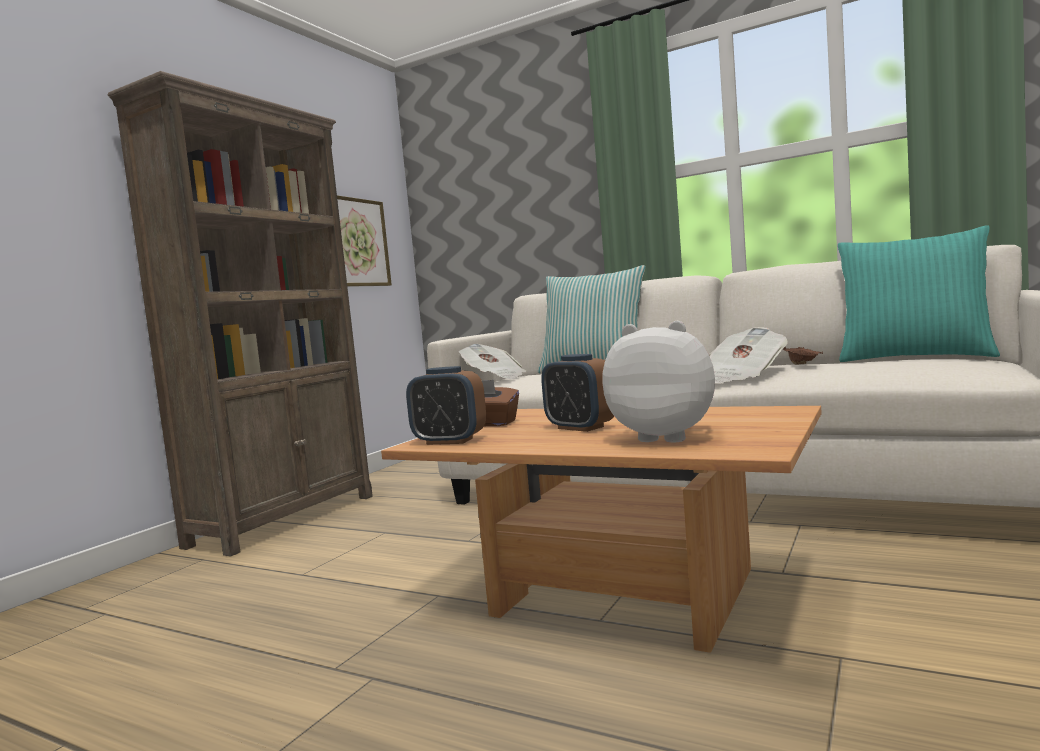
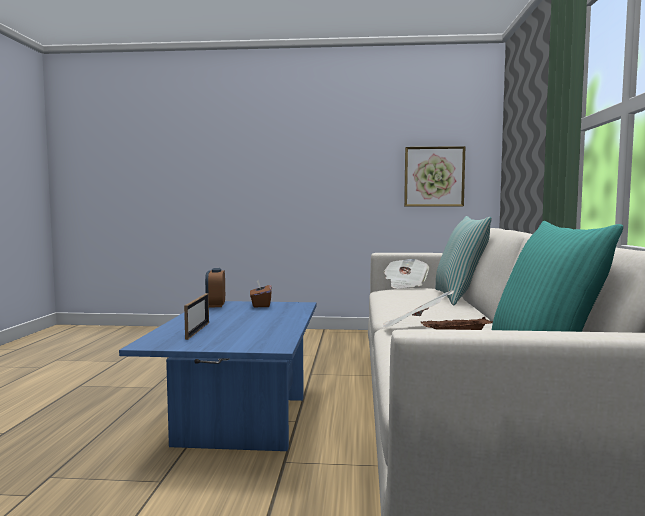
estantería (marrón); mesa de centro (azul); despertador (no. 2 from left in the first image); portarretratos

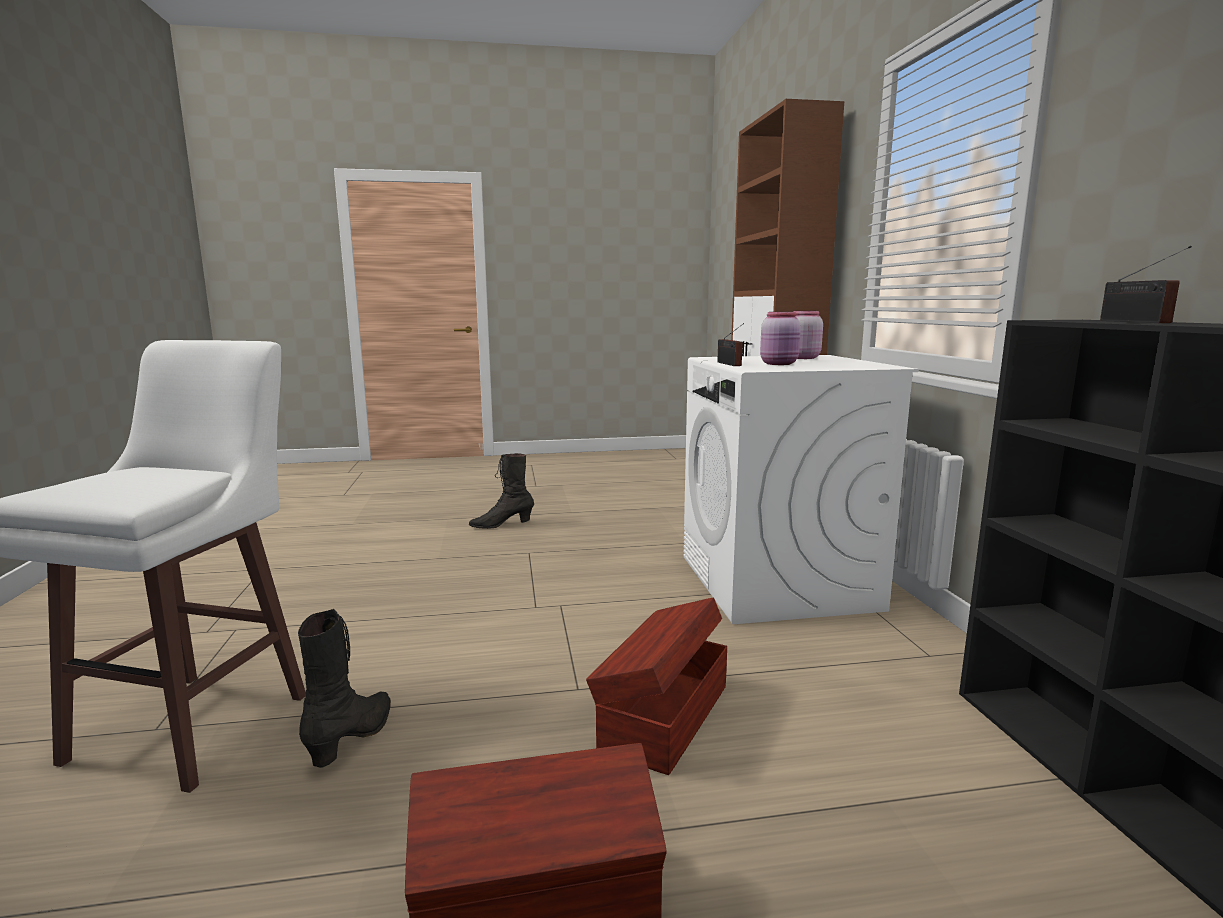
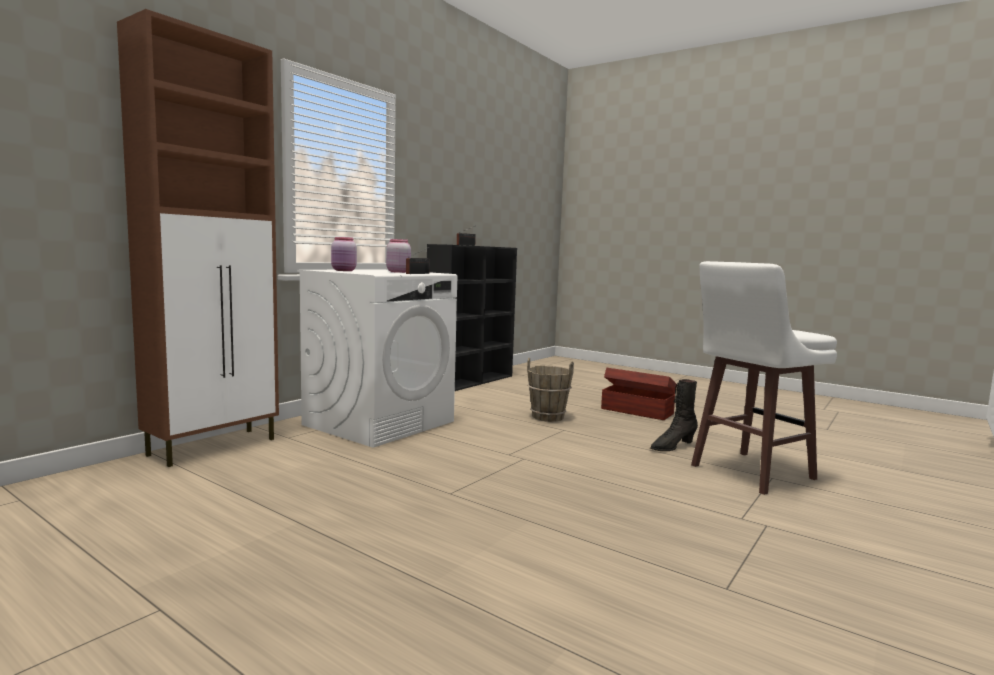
bota (negro) (no. 2 from left in the first image); cubo (marrón)

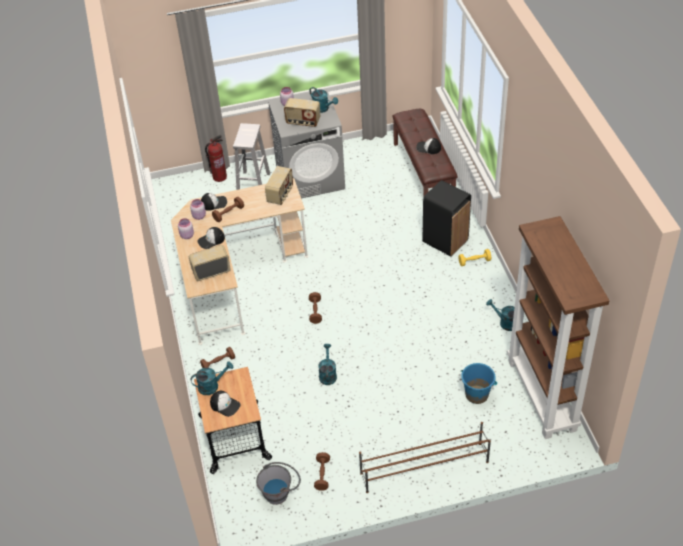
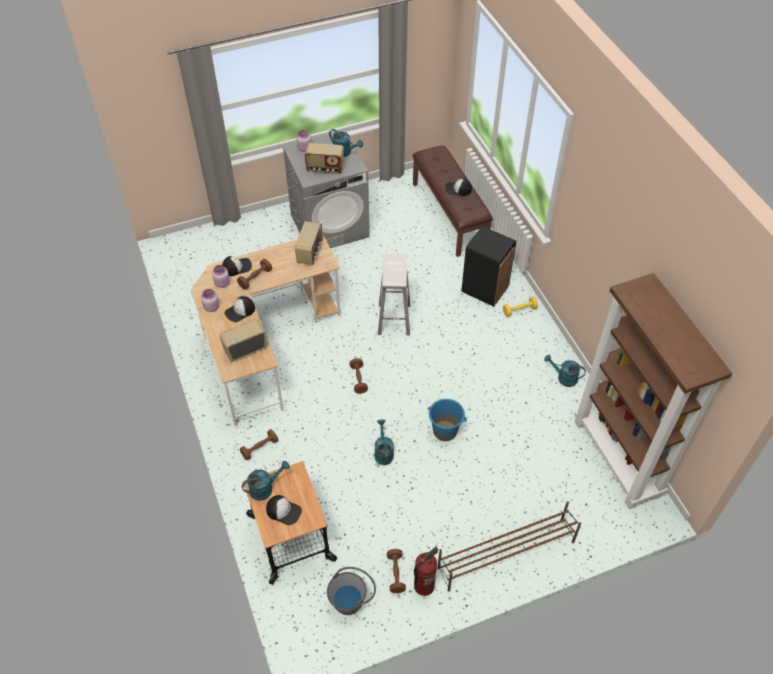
extintor; taburete (blanco); cubo (azul)

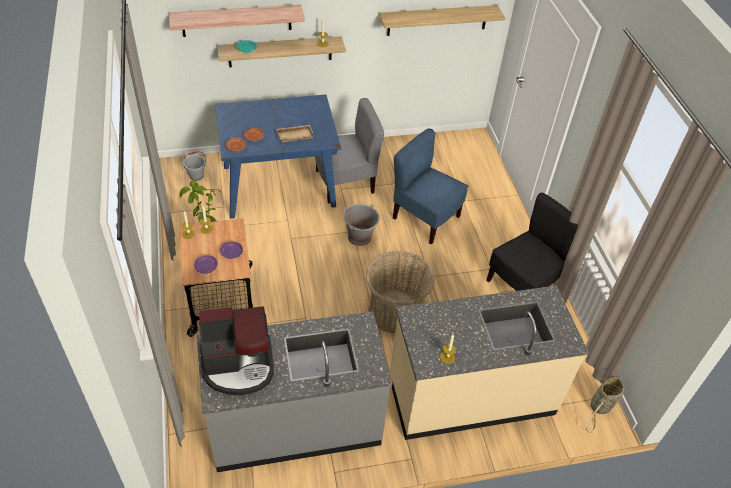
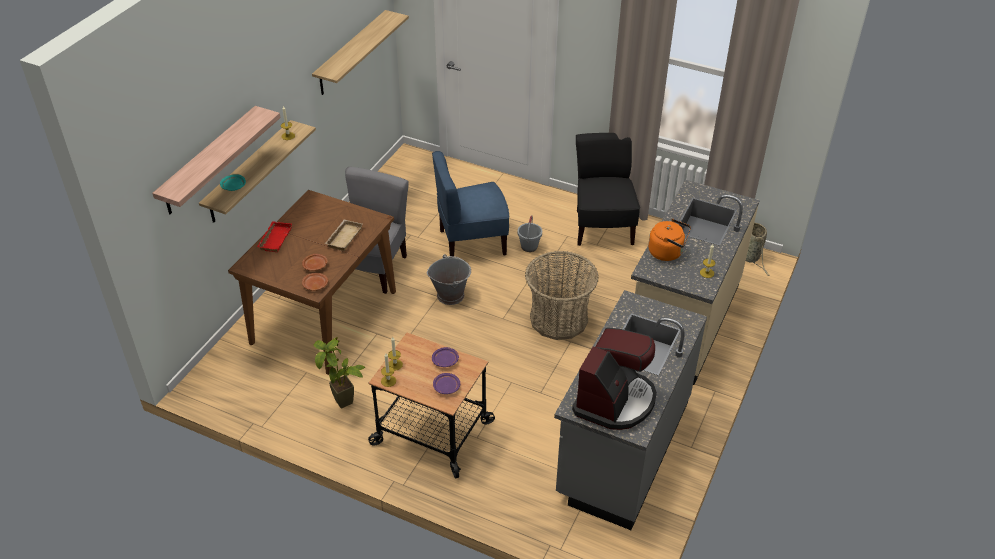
cubo (gris) (no. 2 from left); mesa de comedor (marrón); bandeja (rojo); hervidor (naranja)

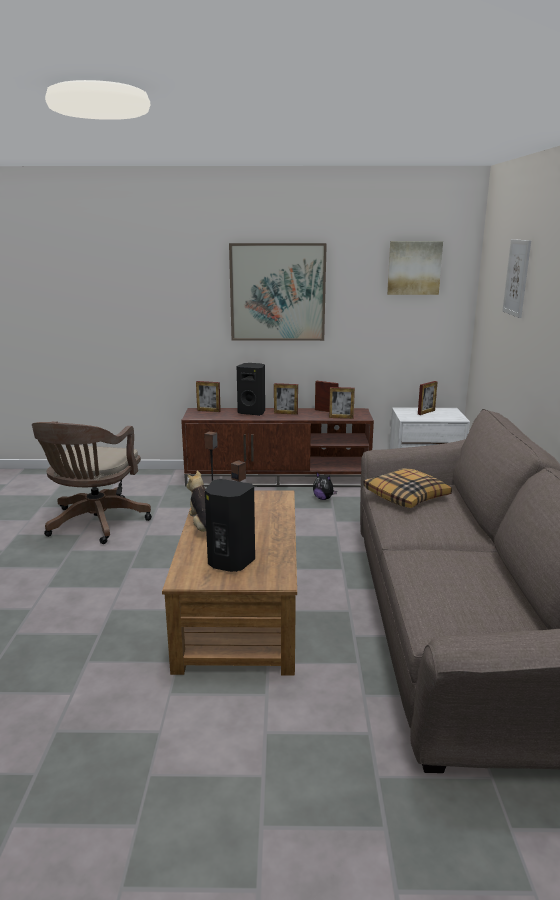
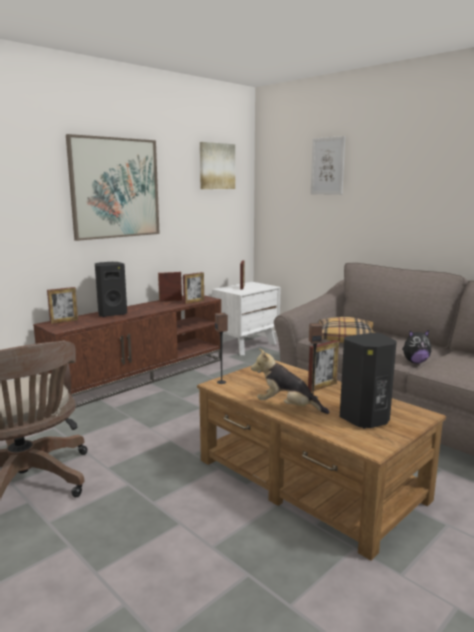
portarretratos (no. 5 from left); peluche (no. 2 from left)

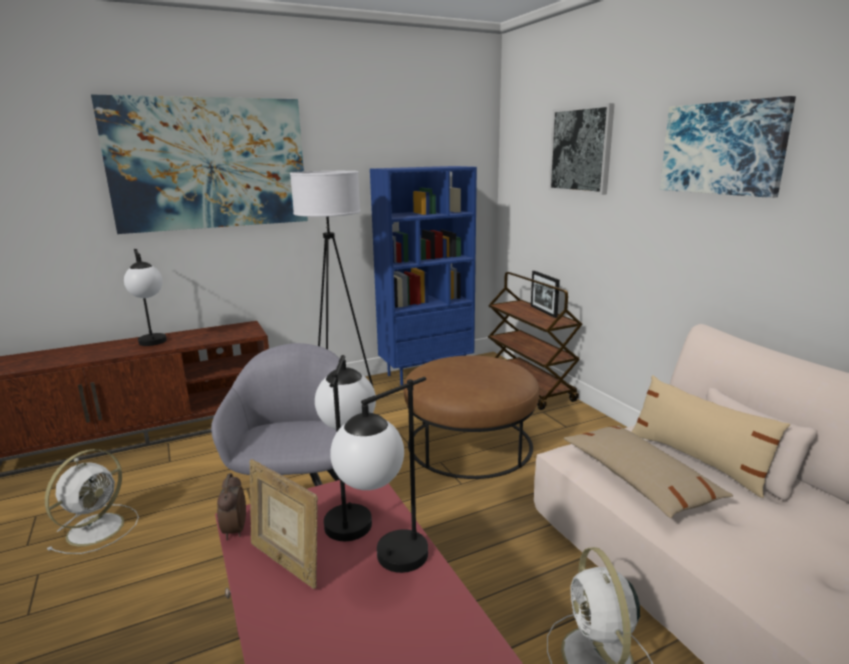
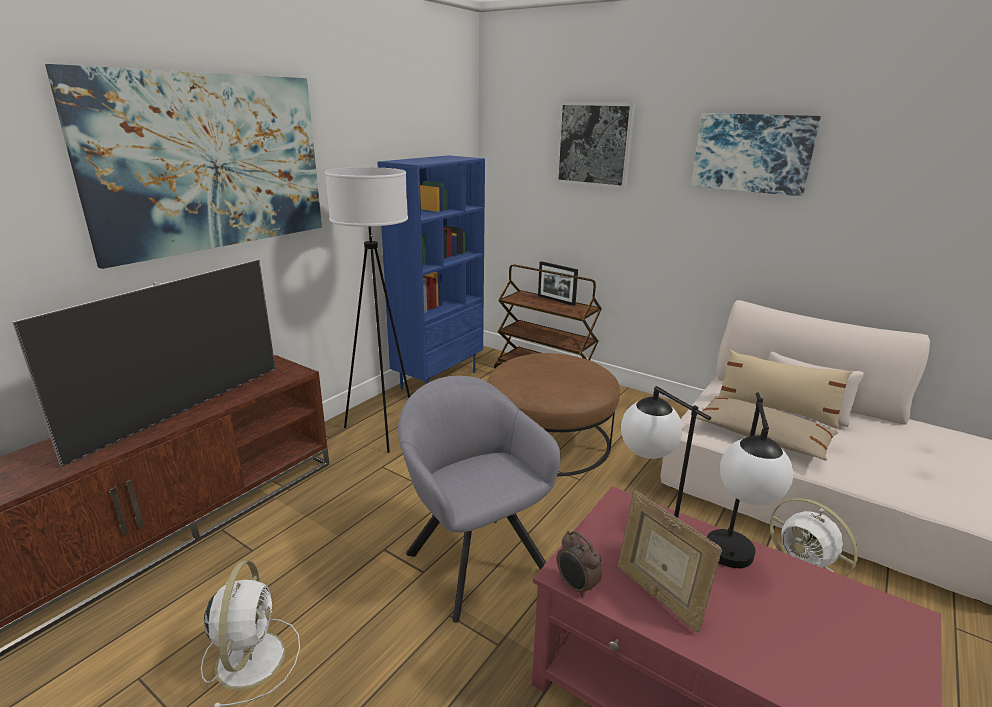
televisor; portarretratos (no. 2 from left)

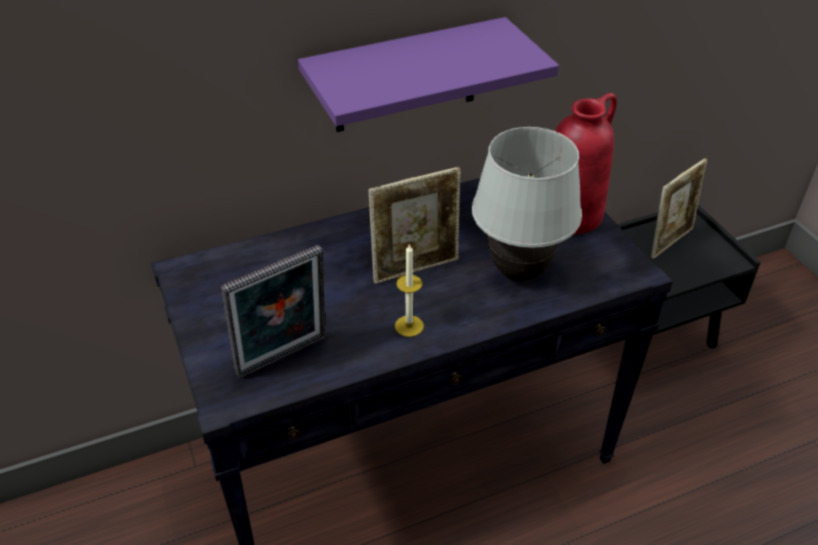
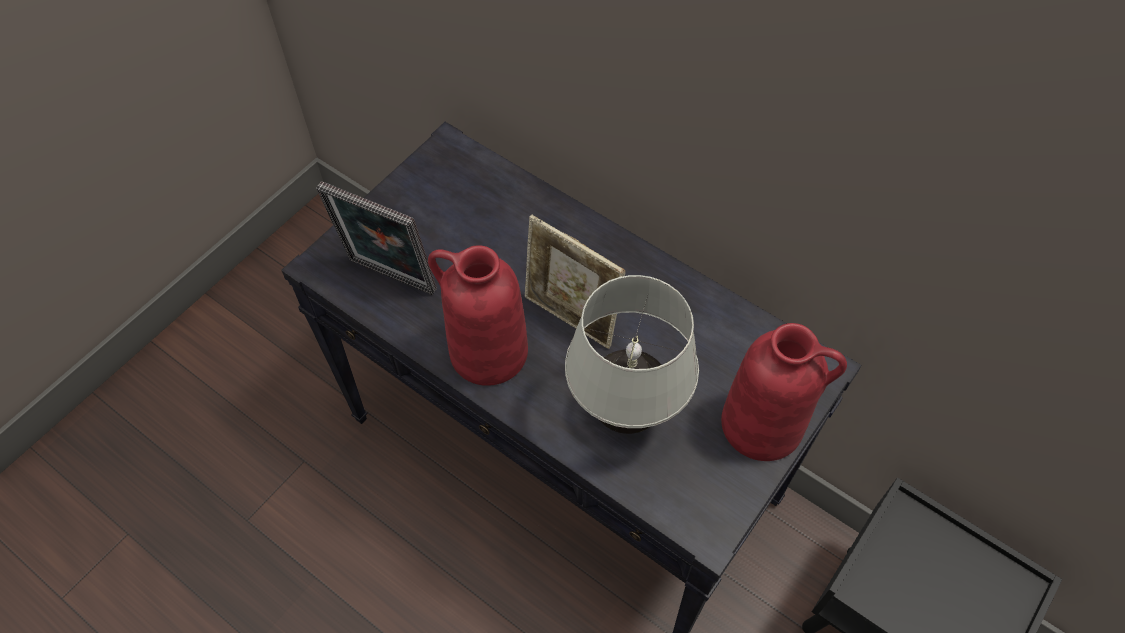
estante (morado); florero (rojo) (no. 1 from left); portarretratos (no. 3 from left in the first image)

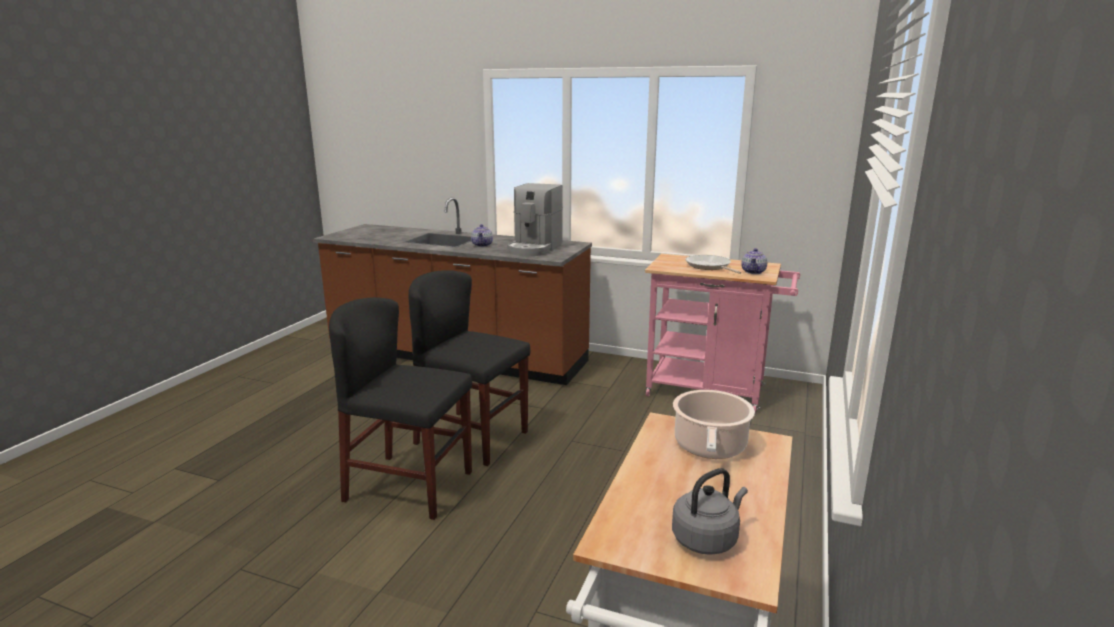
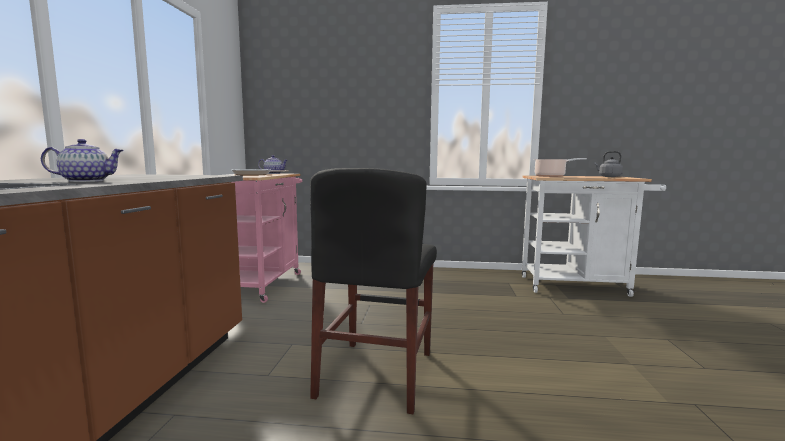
silla (negro) (no. 1 from left in the first image); cafetera

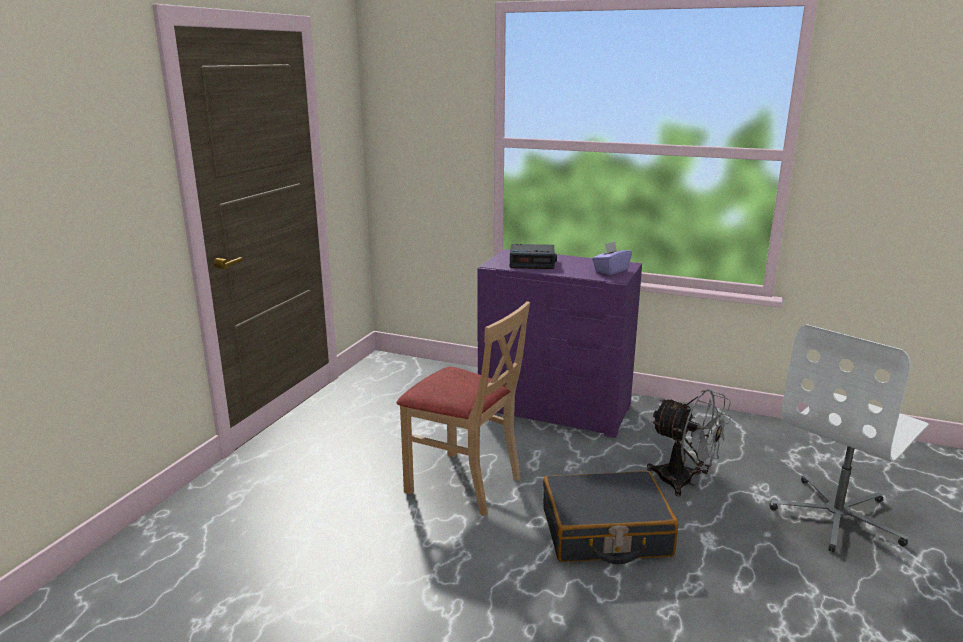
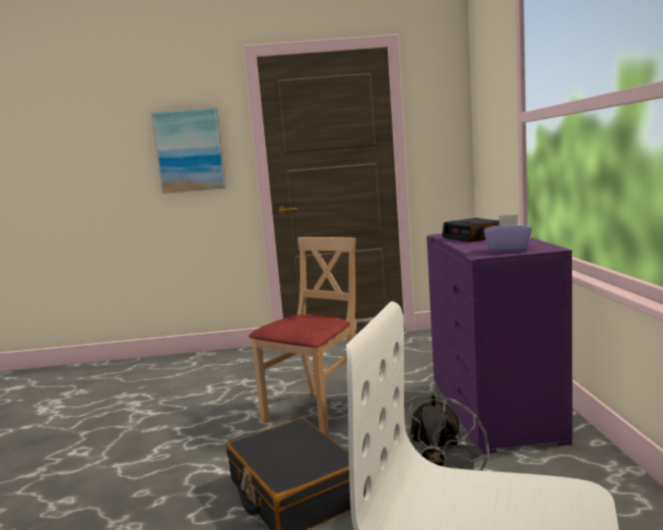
silla (beis); cuadro

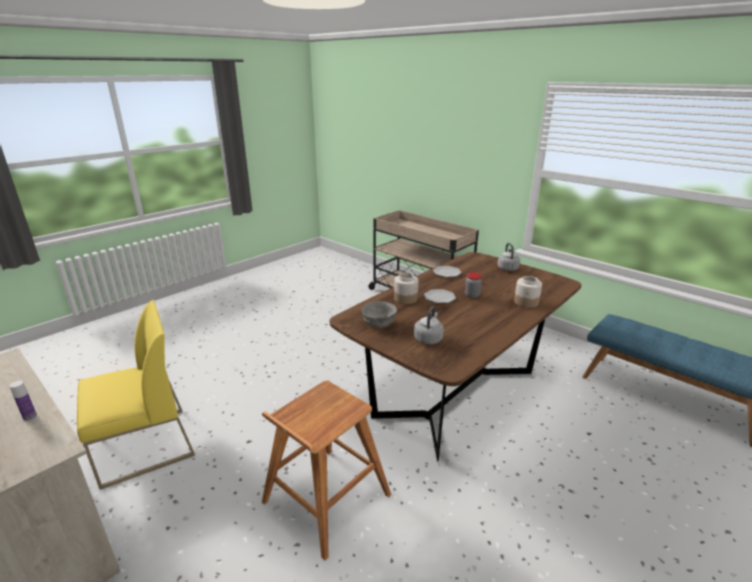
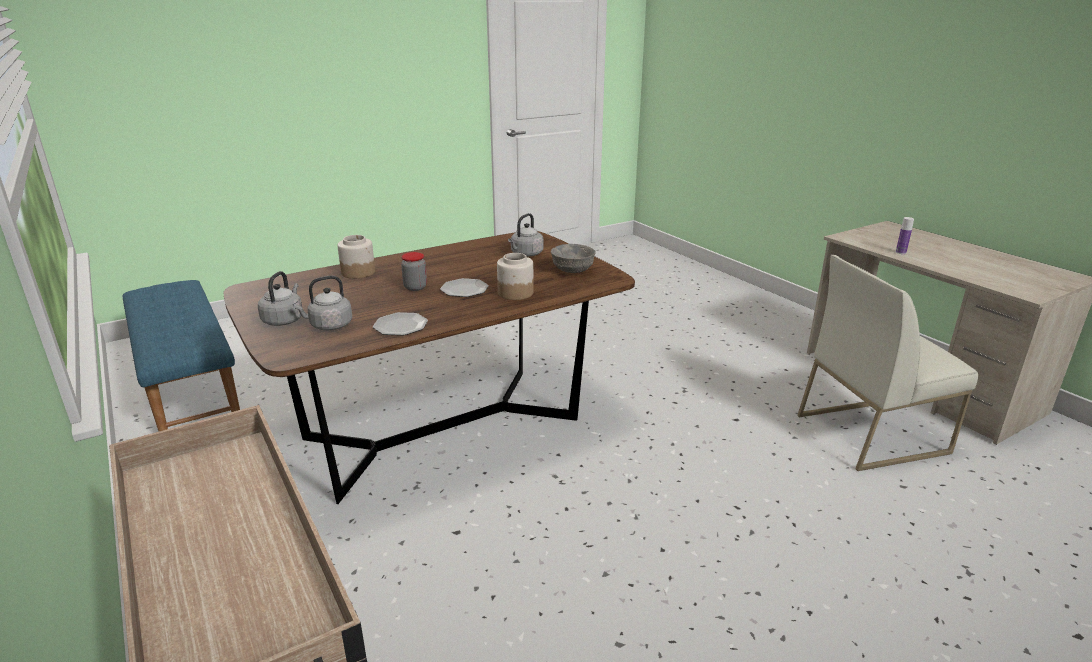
silla (blanco); taburete (marrón); hervidor (gris) (no. 2 from left)

